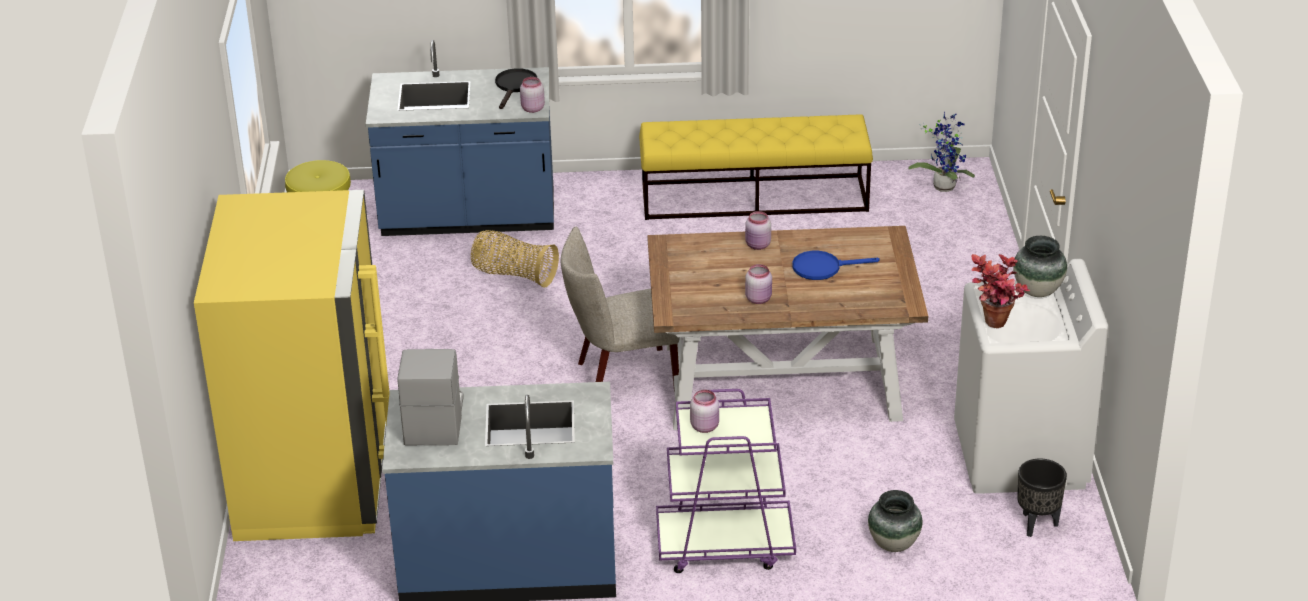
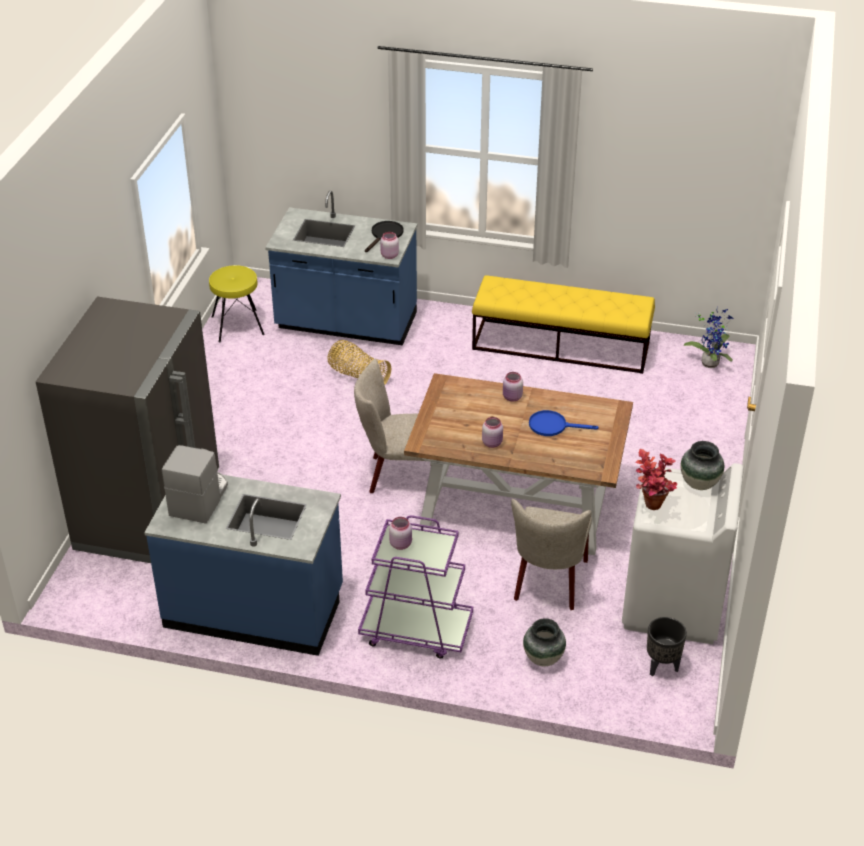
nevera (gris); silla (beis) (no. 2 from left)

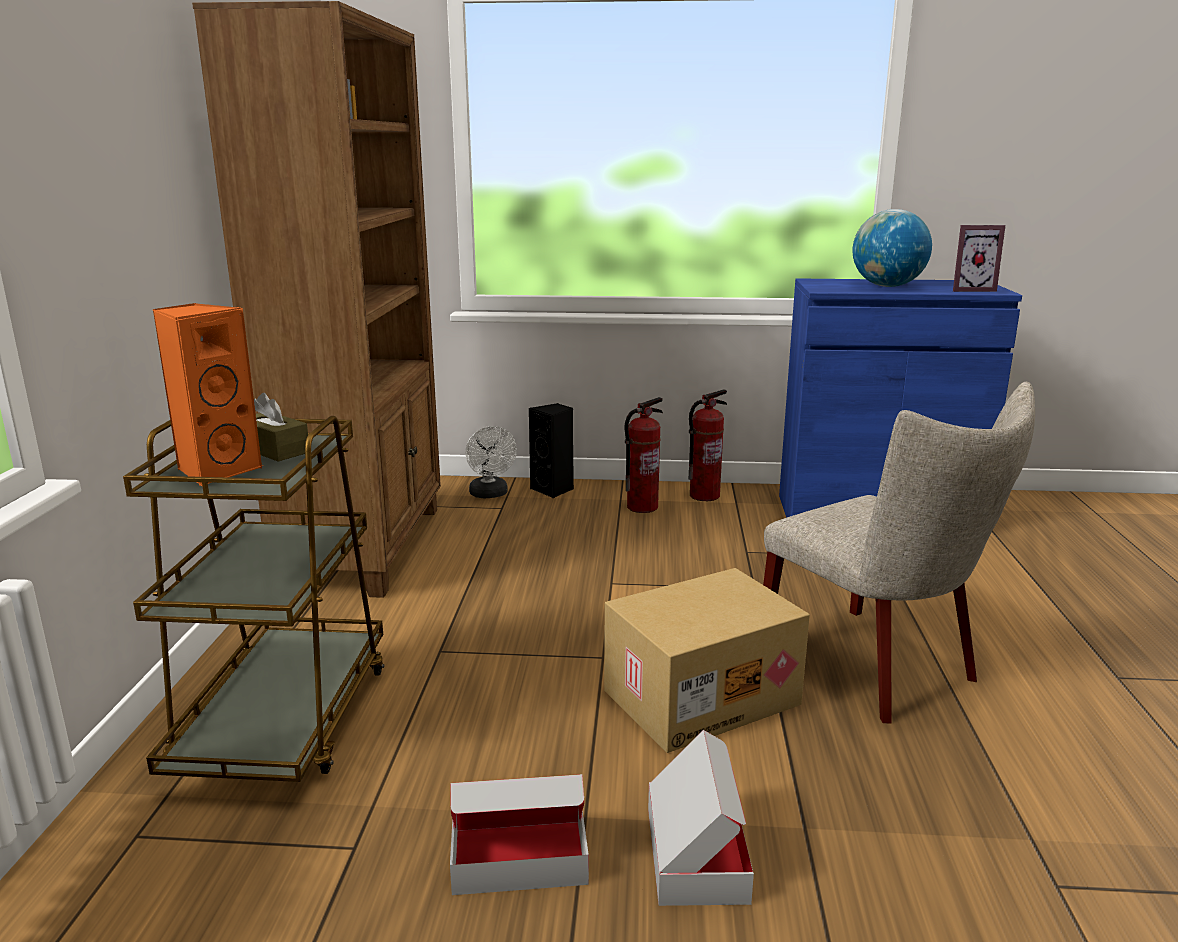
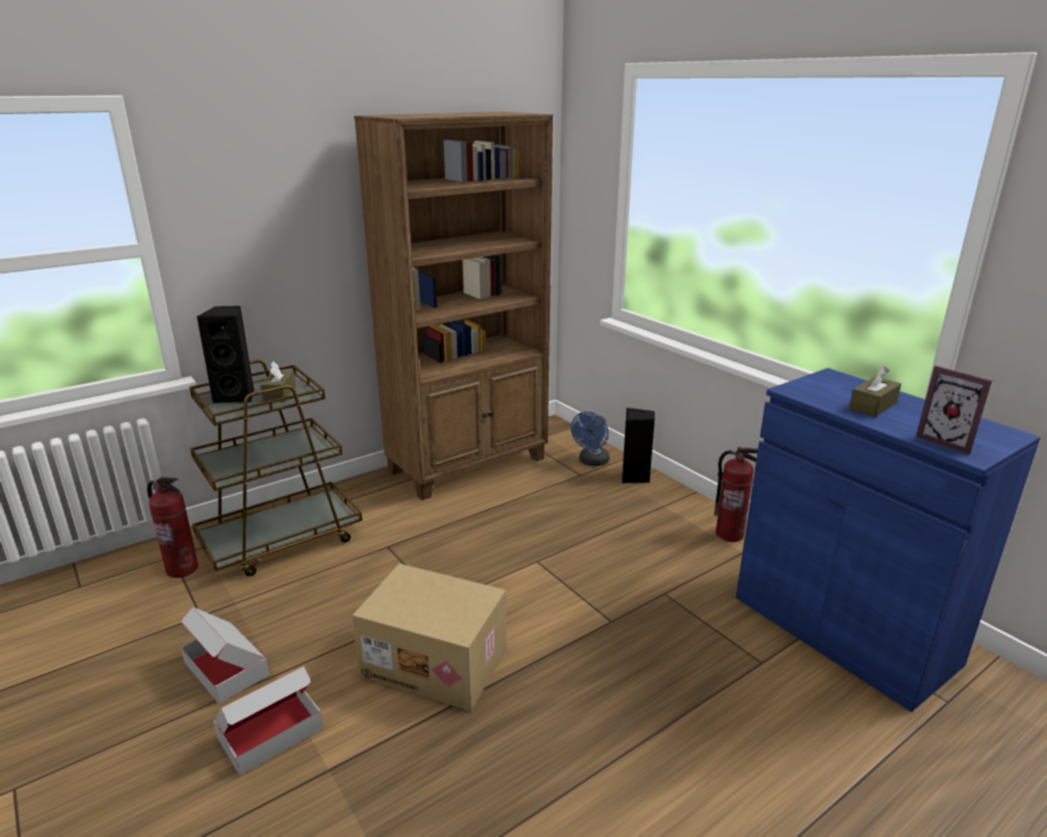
altavoz (negro) (no. 1 from left); ventilador (azul); extintor (no. 1 from left); silla (beis); caja de pañuelos (marrón) (no. 2 from left)

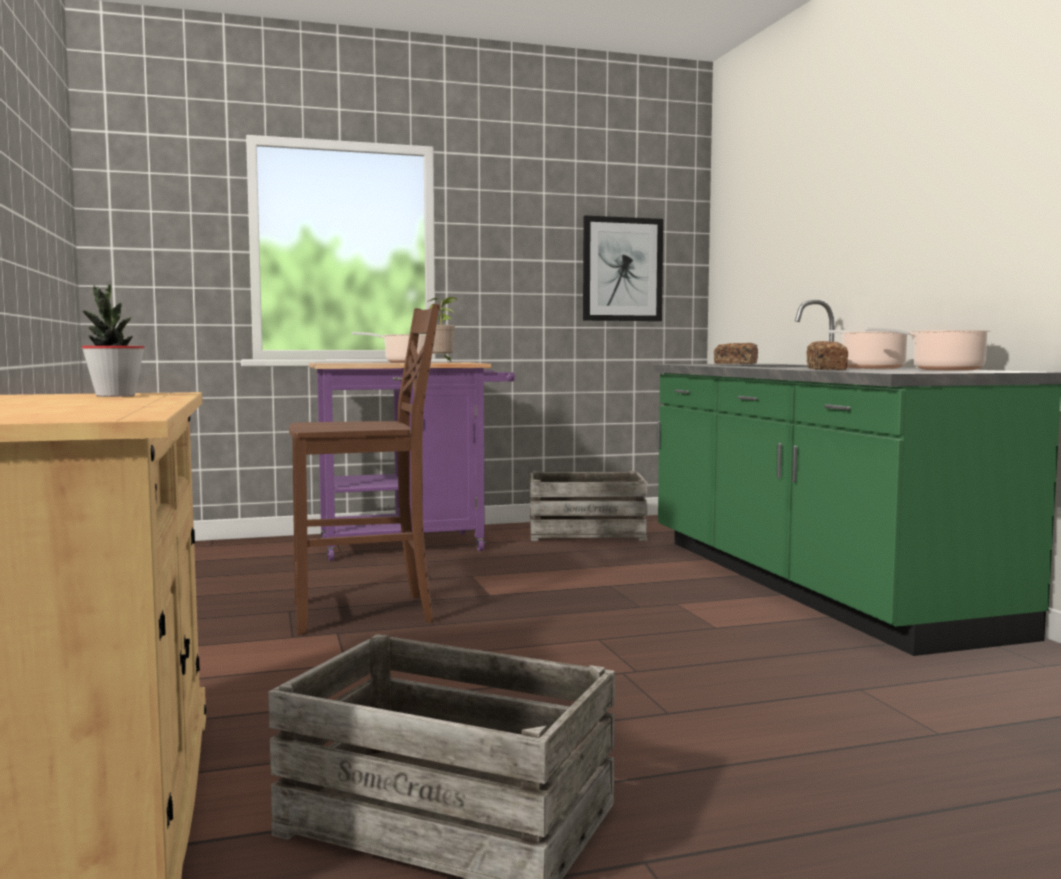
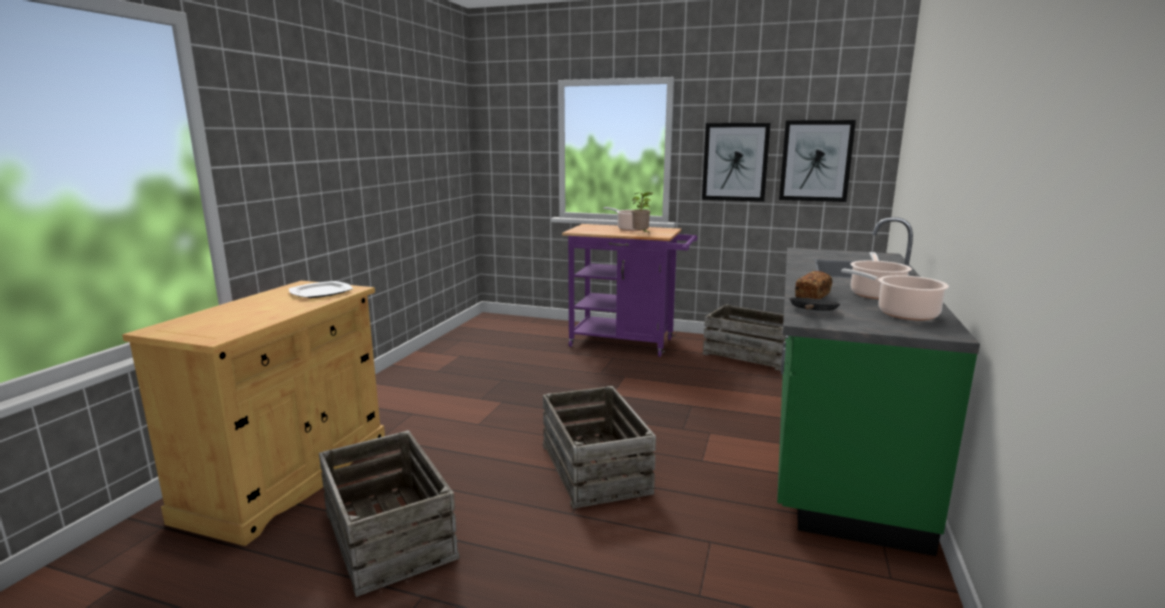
plato; silla (marrón); pan (no. 1 from left in the first image); caja de embalaje (no. 2 from left); cuadro (no. 1 from left); sartén (negro)

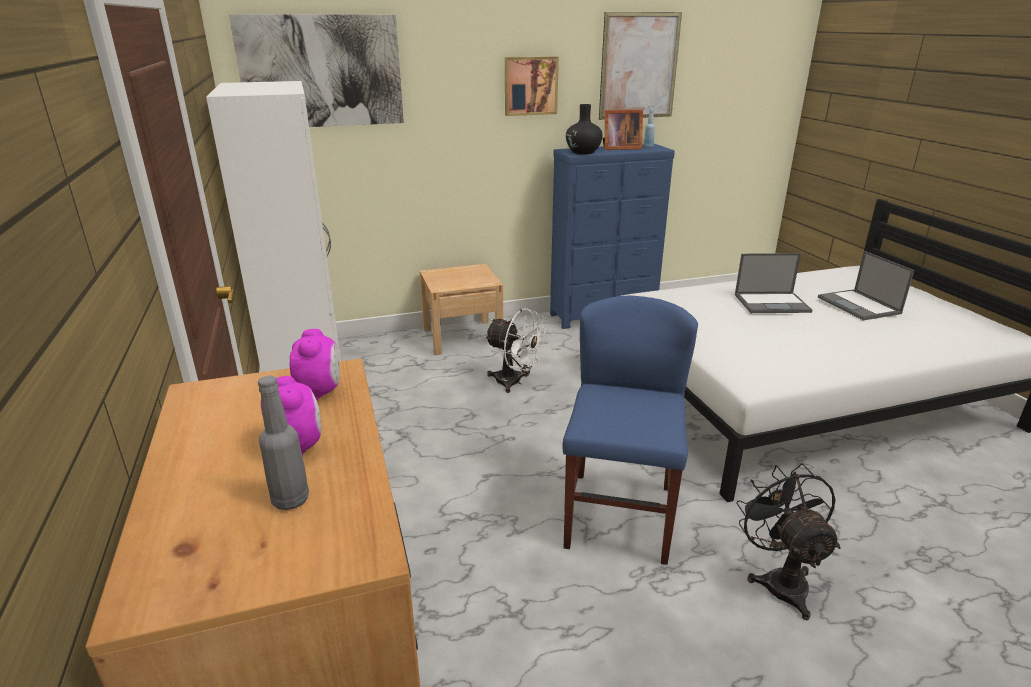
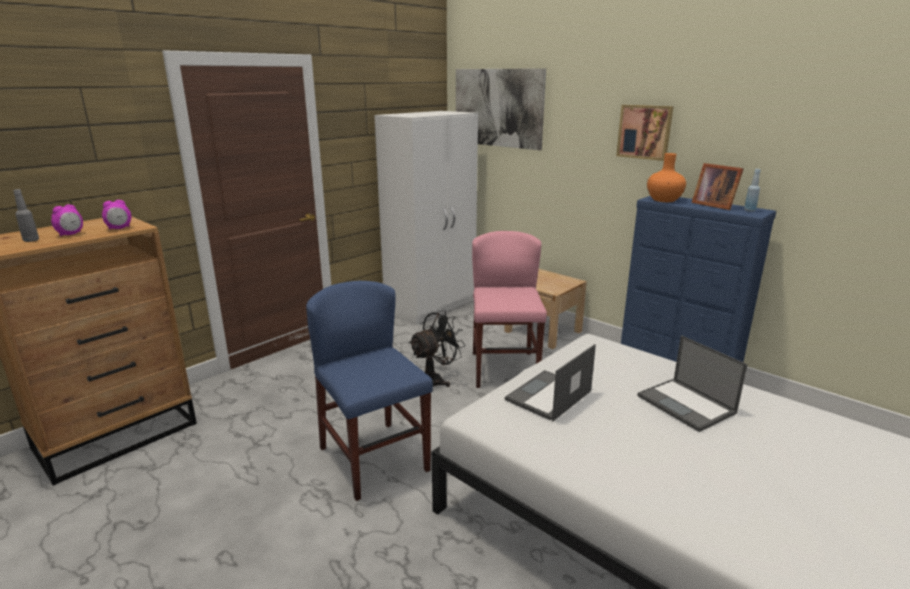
silla (rosa); silla (azul); florero (naranja); cuadro (no. 3 from left in the first image); ventilador (negro); portátil (no. 1 from left)

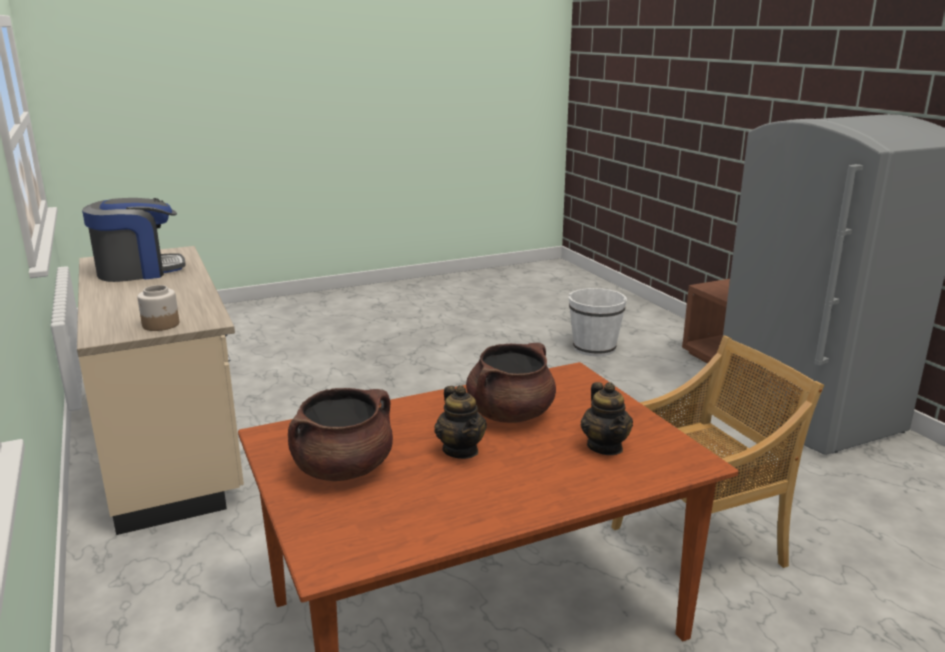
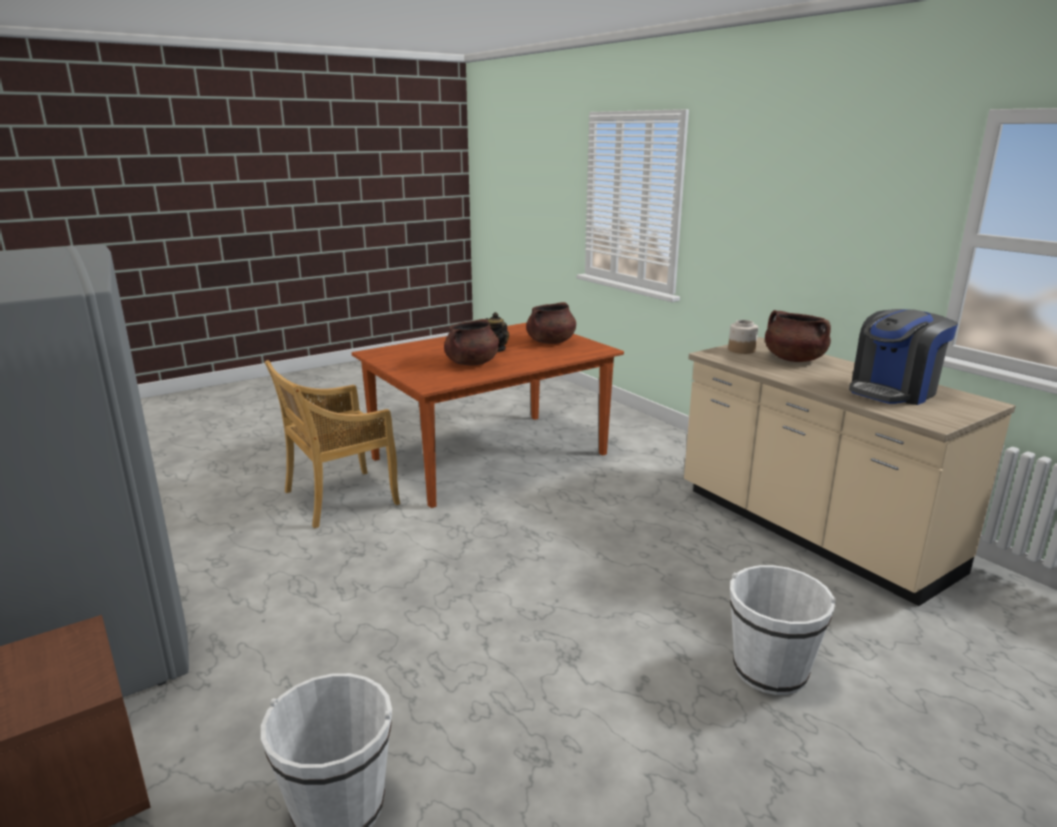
tetera (no. 2 from left in the first image); cubo (blanco) (no. 2 from left); olla (marrón) (no. 3 from left)

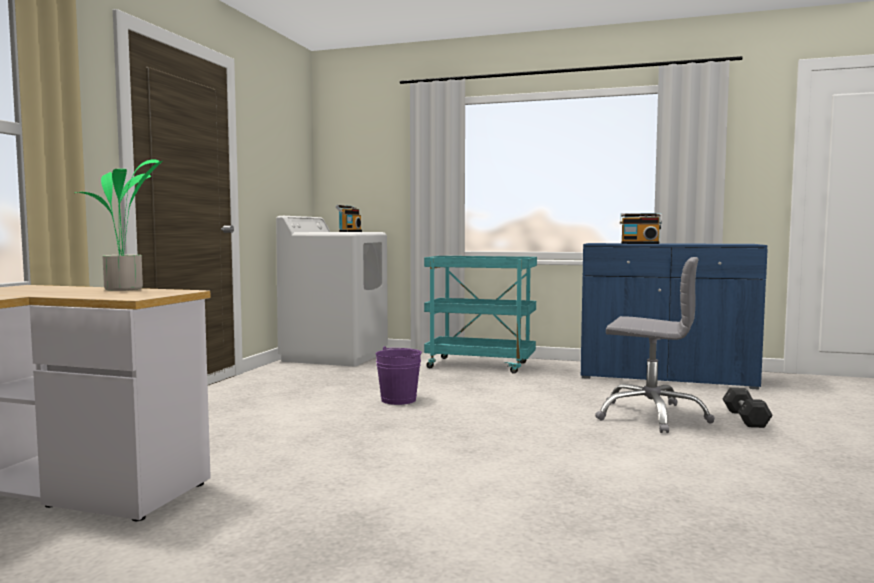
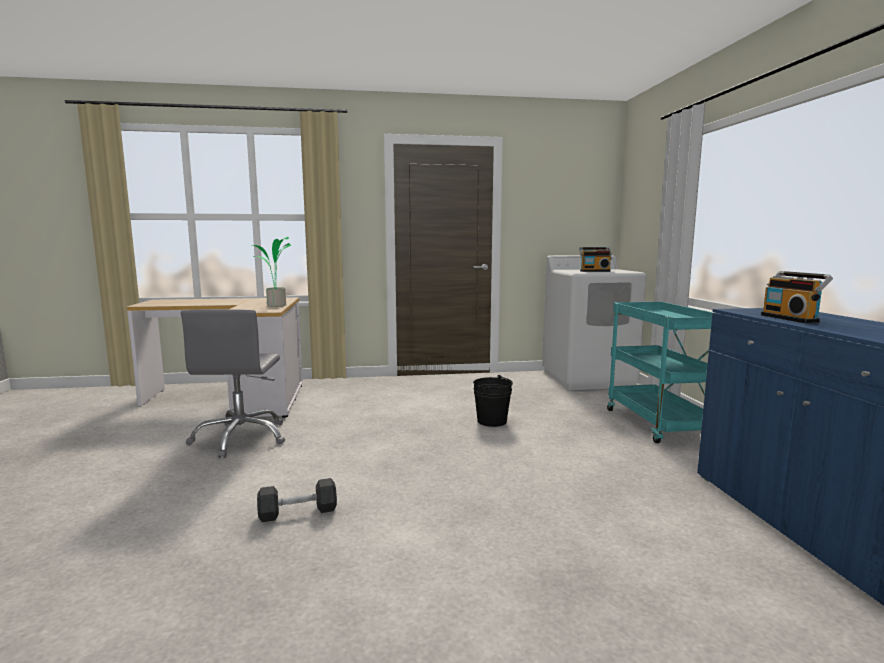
cubo (negro); silla de oficina (gris); mancuerna (gris)

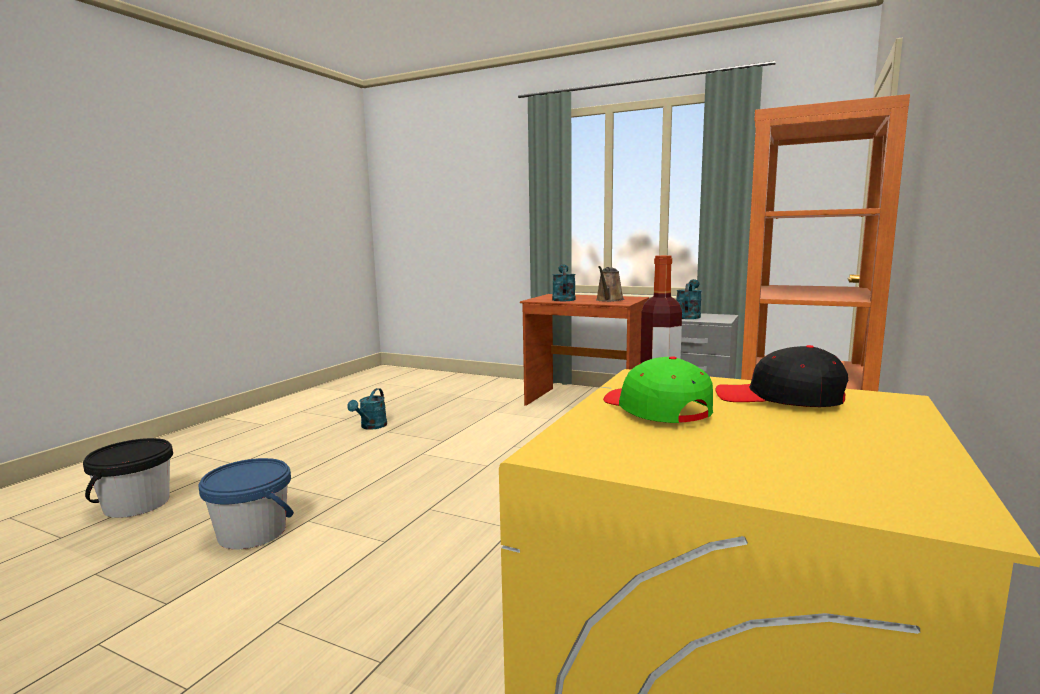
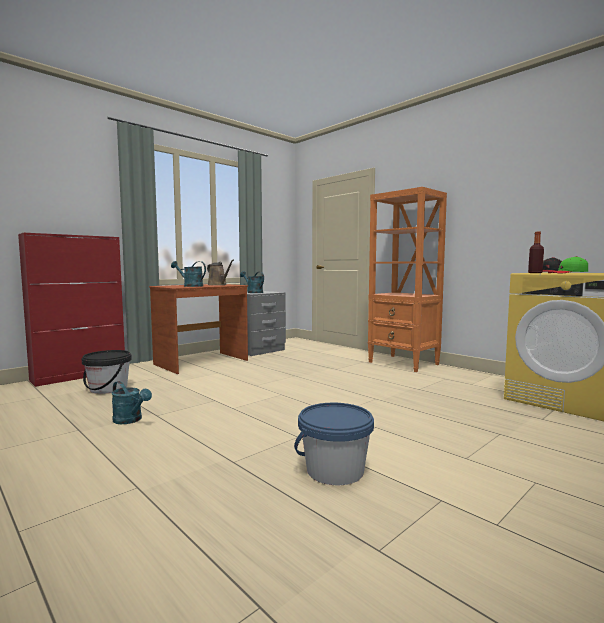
cubo (negro); armario (rojo)

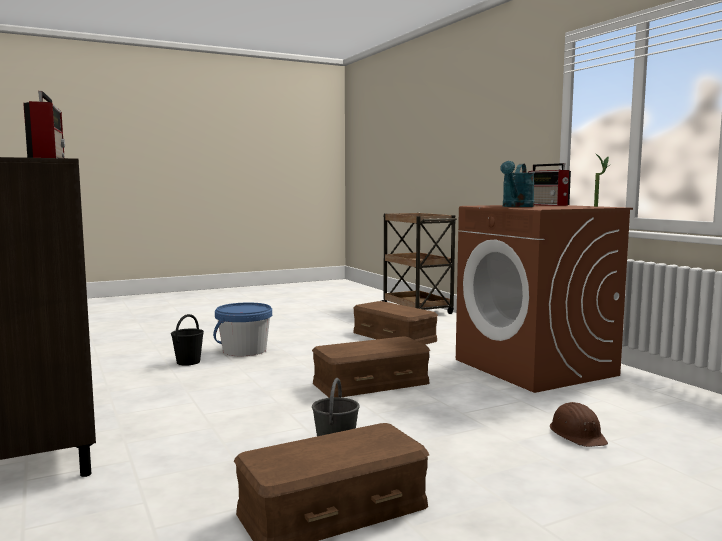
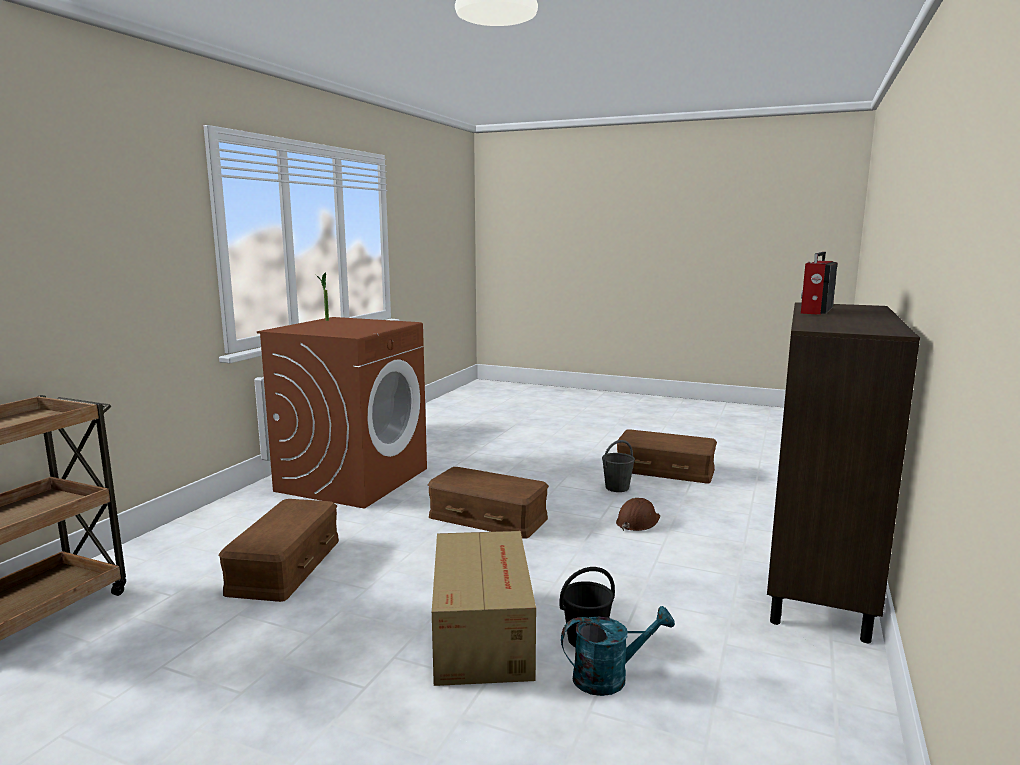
caja de cartón; regadera (turquesa); radio (no. 2 from left in the first image); casco (marrón)

